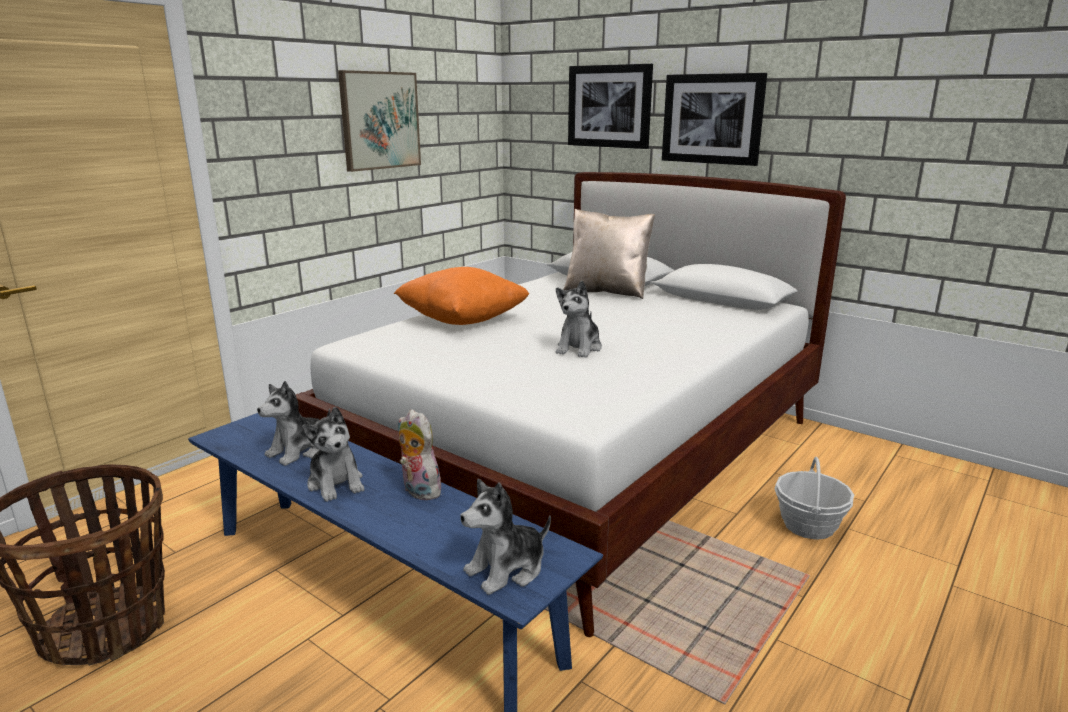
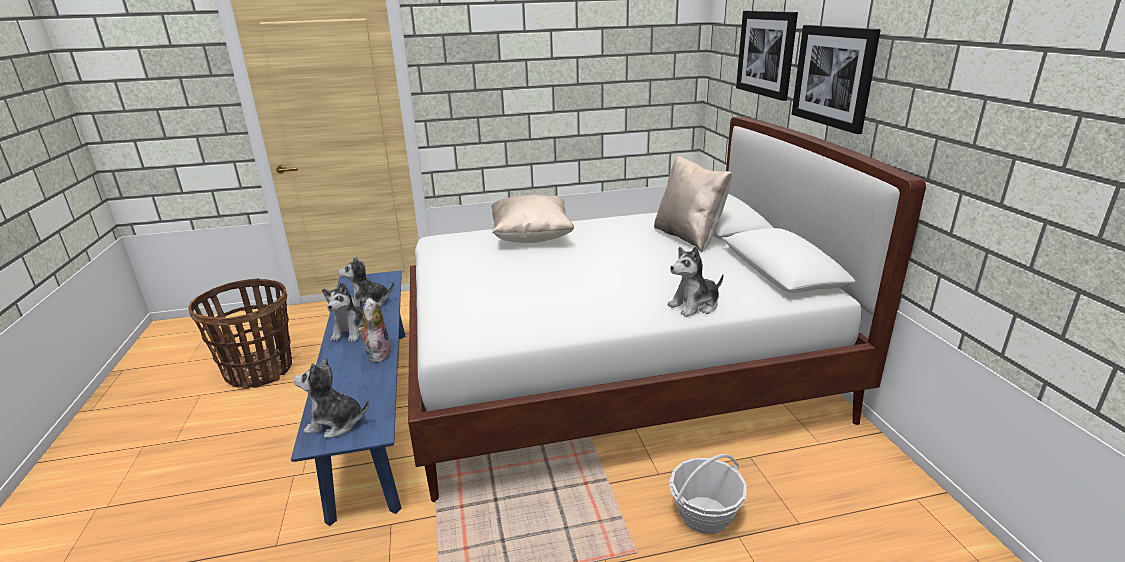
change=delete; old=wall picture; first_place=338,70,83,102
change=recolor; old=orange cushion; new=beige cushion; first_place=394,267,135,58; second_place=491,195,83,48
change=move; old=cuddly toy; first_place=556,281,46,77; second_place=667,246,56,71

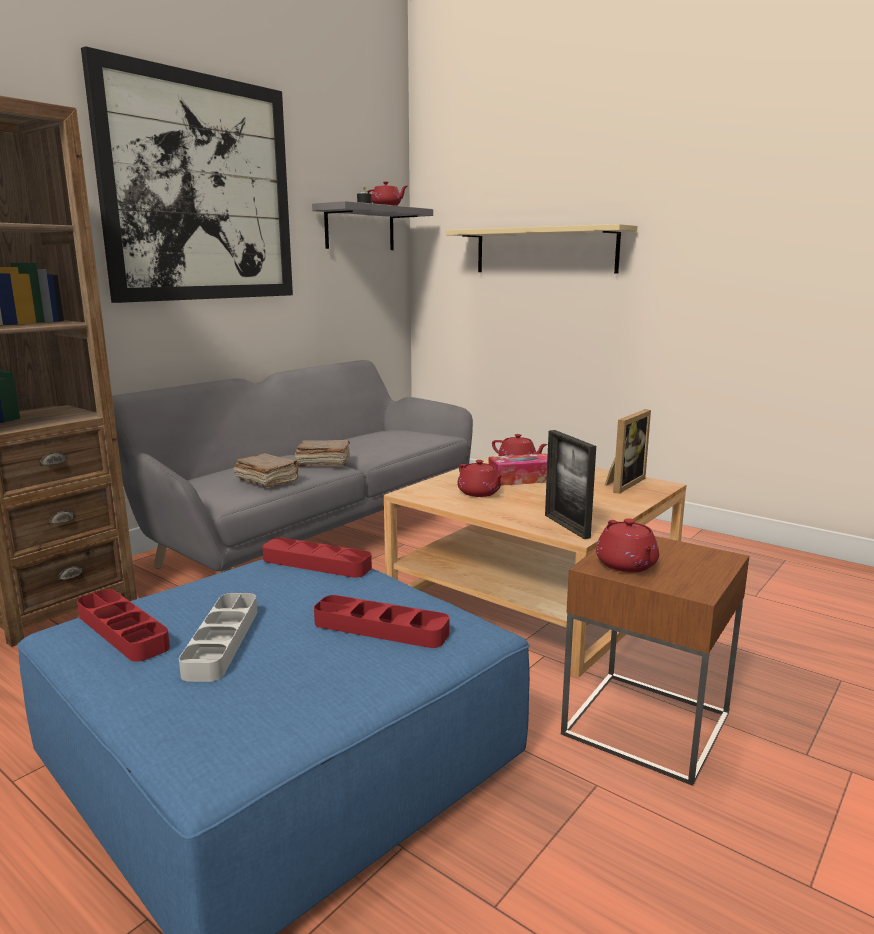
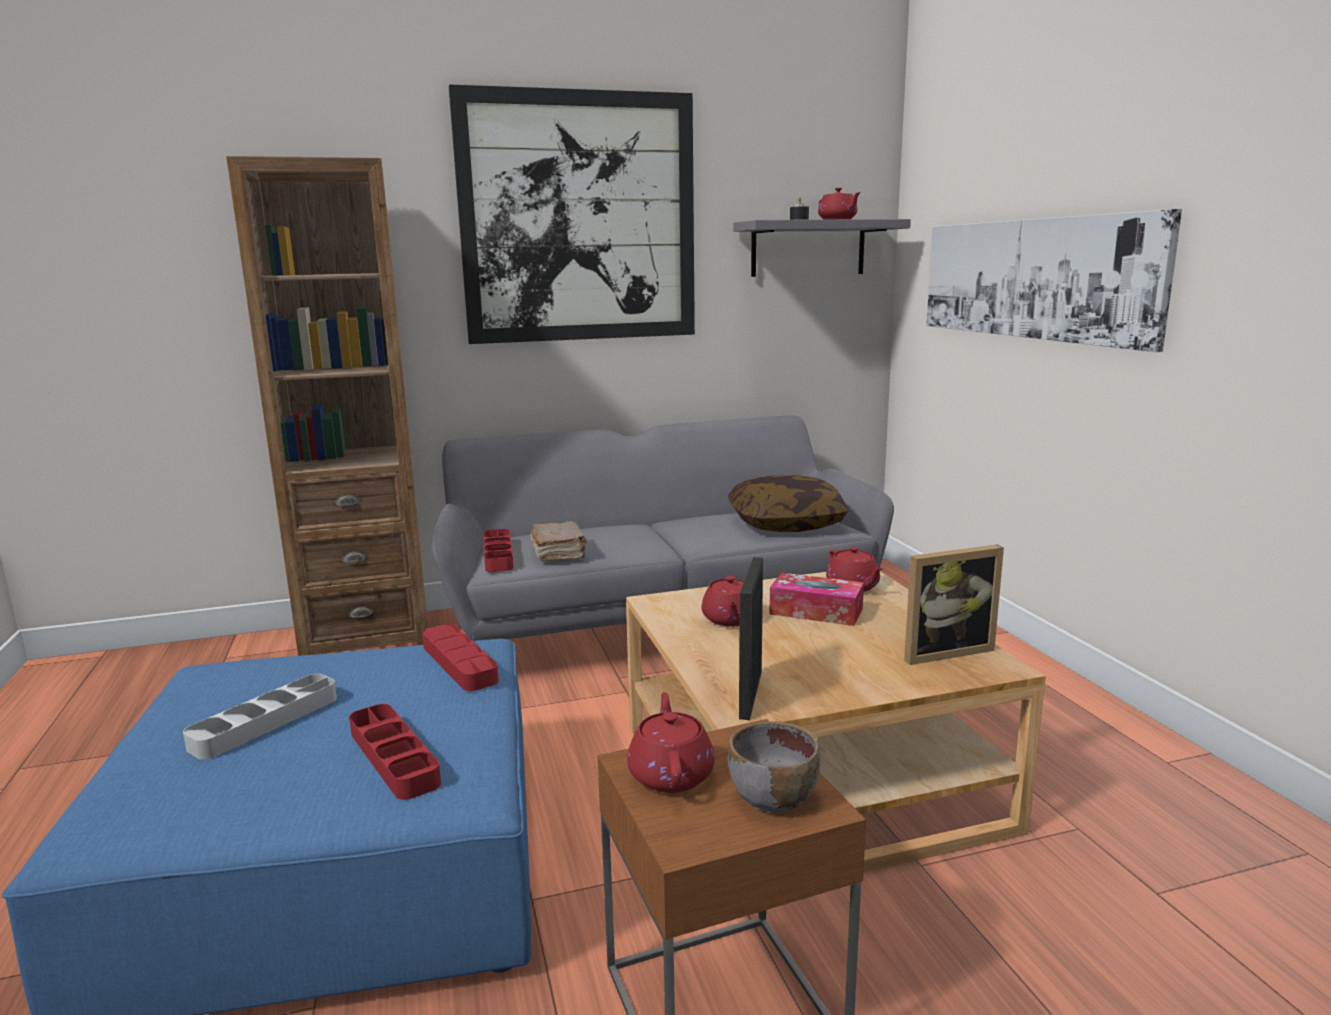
change=replace; old=beige wall shelf; new=wall picture; first_place=446,224,191,49; second_place=926,209,256,143
change=delete; old=brown book; first_place=295,440,55,27
change=rotate; old=red teapot; first_place=596,518,63,55; second_place=627,692,88,101; degrees=150
change=move; old=red serving tray; first_place=77,589,93,73; second_place=484,529,30,43
change=insert; new=cushion; second_place=728,475,121,57
change=insert; new=greyish bowl; second_place=728,721,92,92

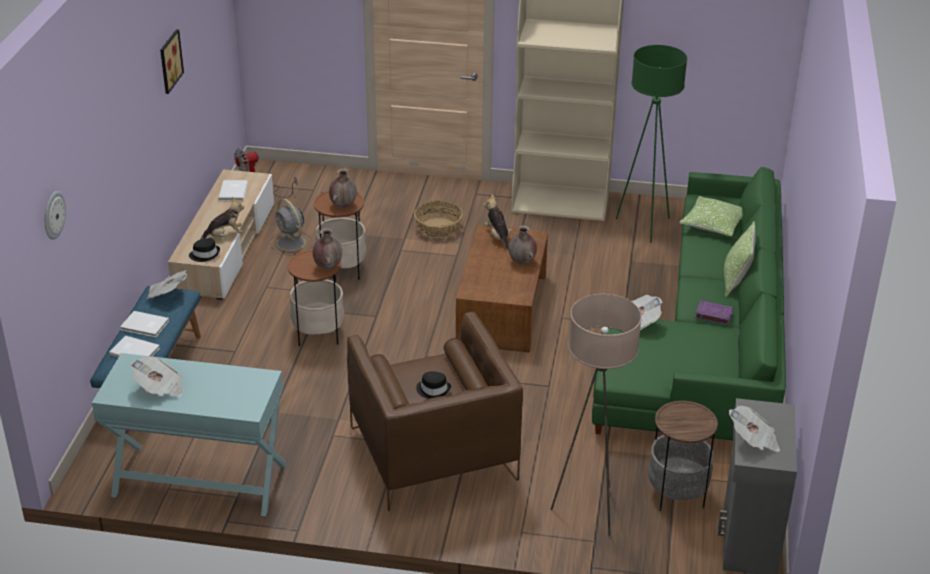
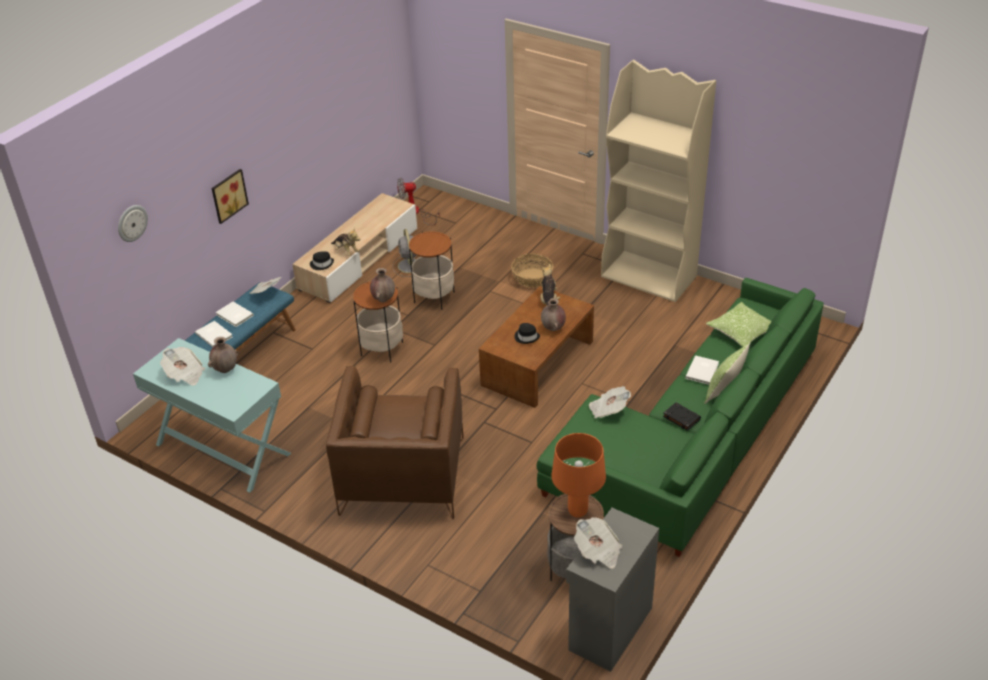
change=move; old=wall picture; first_place=160,29,24,65; second_place=212,169,37,55
change=delete; old=green standard lamp; first_place=616,45,71,198
change=move; old=brown decorative vase; first_place=329,169,28,39; second_place=208,337,30,36
change=move; old=white-coloured book; first_place=218,180,30,21; second_place=685,355,34,30
change=rotate; old=cuddly toy; first_place=200,198,44,42; second_place=331,228,29,28; degrees=45
change=delete; old=beige standard lamp; first_place=550,294,92,242
change=recolor; old=purple-coloured book; new=black book; first_place=695,301,38,24; second_place=663,402,38,29
change=move; old=black clothing hat; first_place=416,371,35,28; second_place=514,323,26,21
change=insert; new=orange table lamp; second_place=551,433,55,84

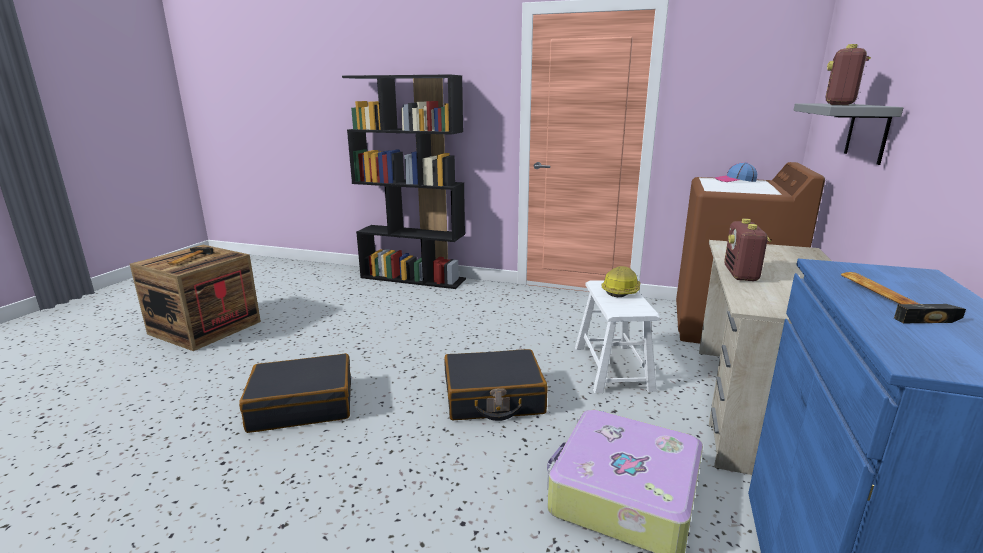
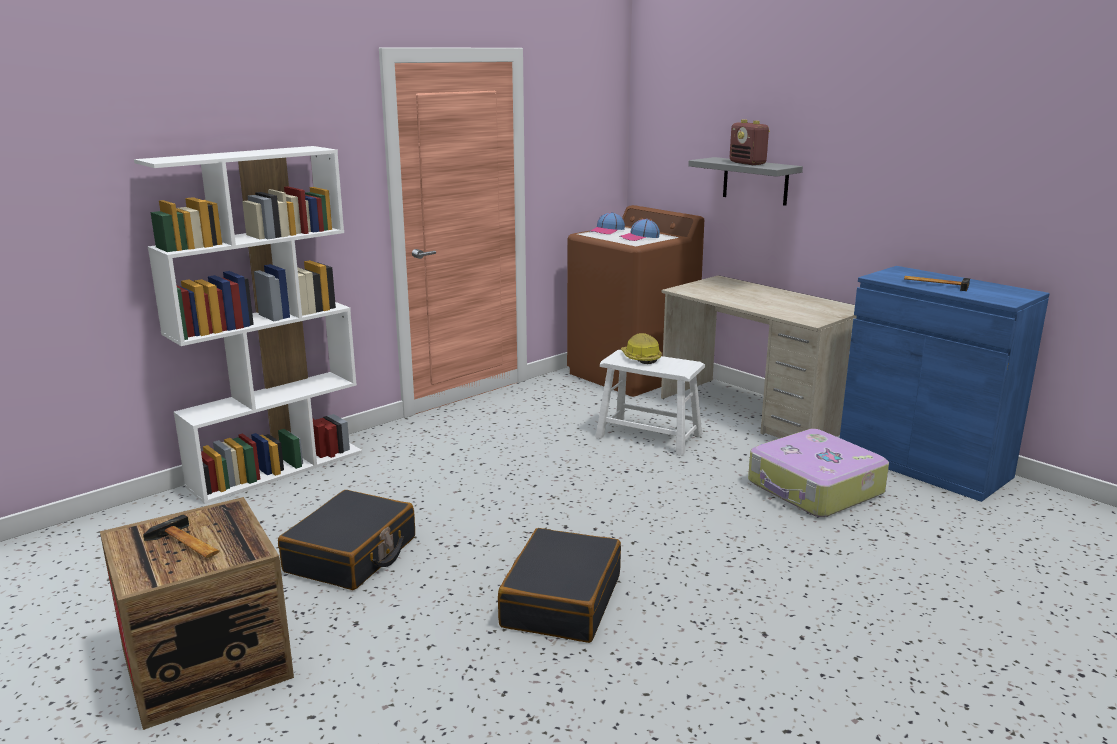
change=recolor; old=black bookcase; new=white-coloured bookcase; first_place=342,75,124,214; second_place=134,146,228,358
change=delete; old=radio receiver; first_place=724,218,47,63
change=move; old=black piece of luggage; first_place=445,349,103,72; second_place=278,490,137,100
change=insert; new=baseball cap; second_place=620,219,40,22

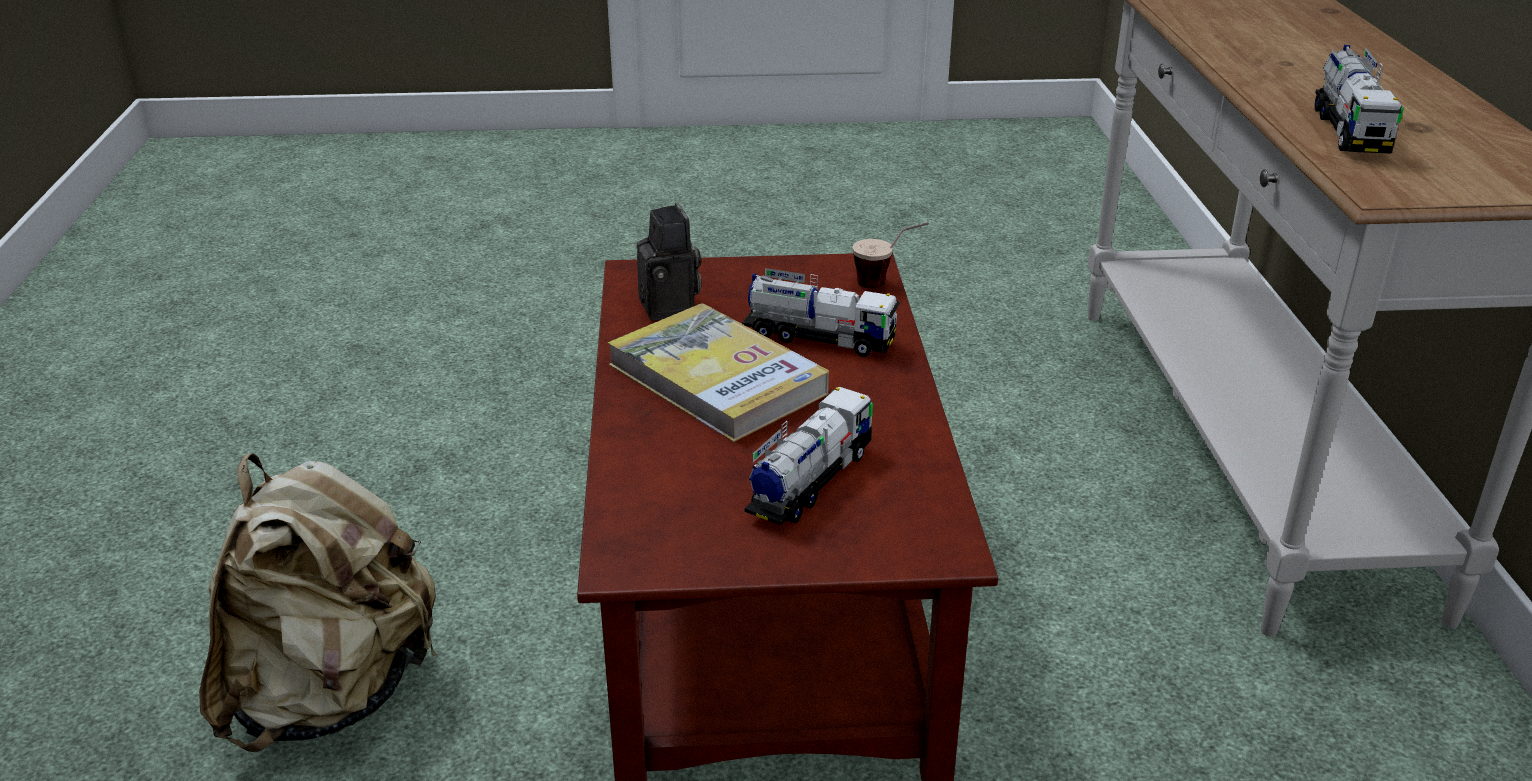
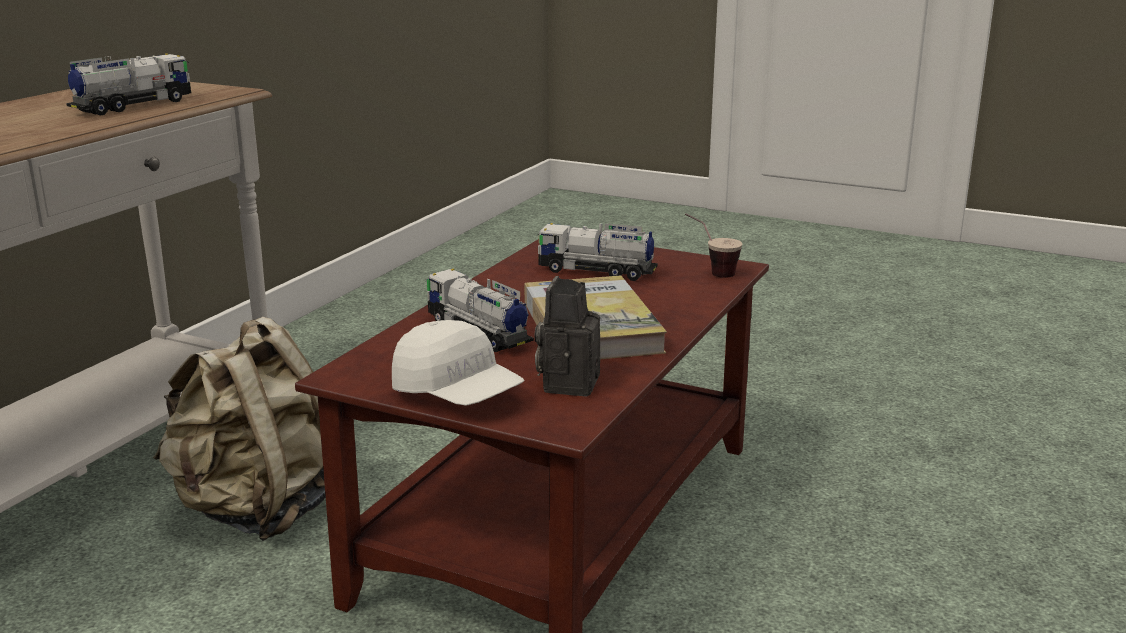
change=move; old=cup; first_place=852,222,77,66; second_place=685,213,57,65
change=rotate; old=model truck; first_place=745,387,128,138; second_place=537,223,121,58; degrees=45
change=move; old=beige rucksack; first_place=199,453,239,299; second_place=153,317,173,224
change=insert; new=white-coloured baseball cap; second_place=392,320,132,86

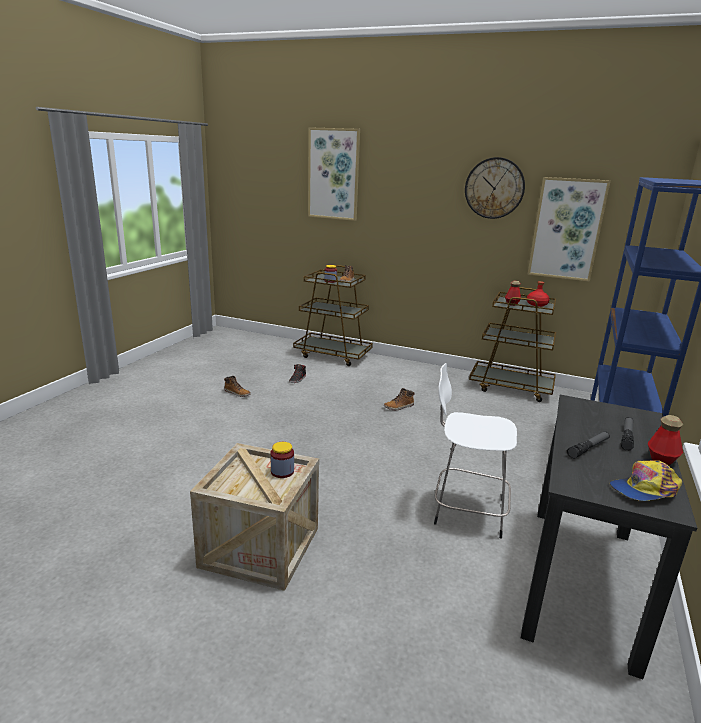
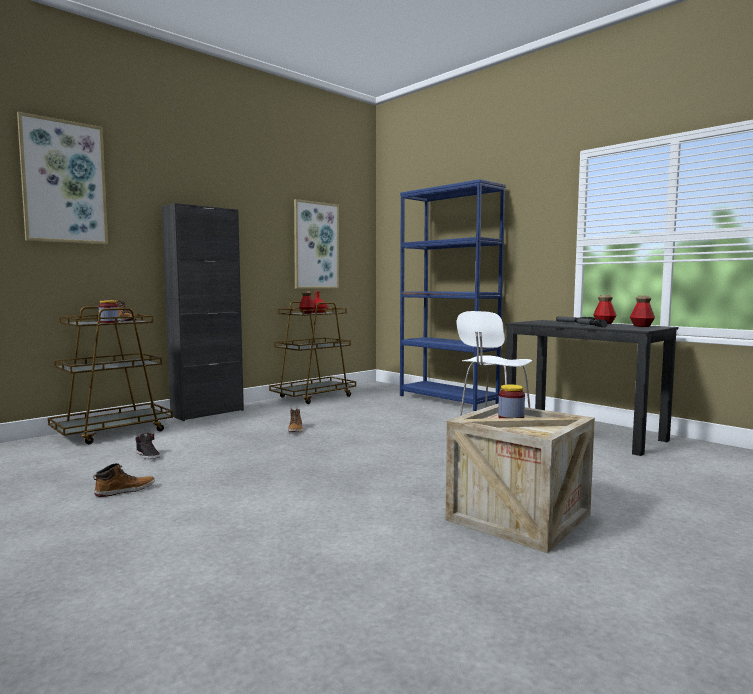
change=delete; old=clock on the wall; first_place=465,157,60,62
change=replace; old=baseball cap; new=drink bottle; first_place=610,460,72,41; second_place=630,296,25,31
change=insert; new=black cupboard; second_place=162,203,82,218

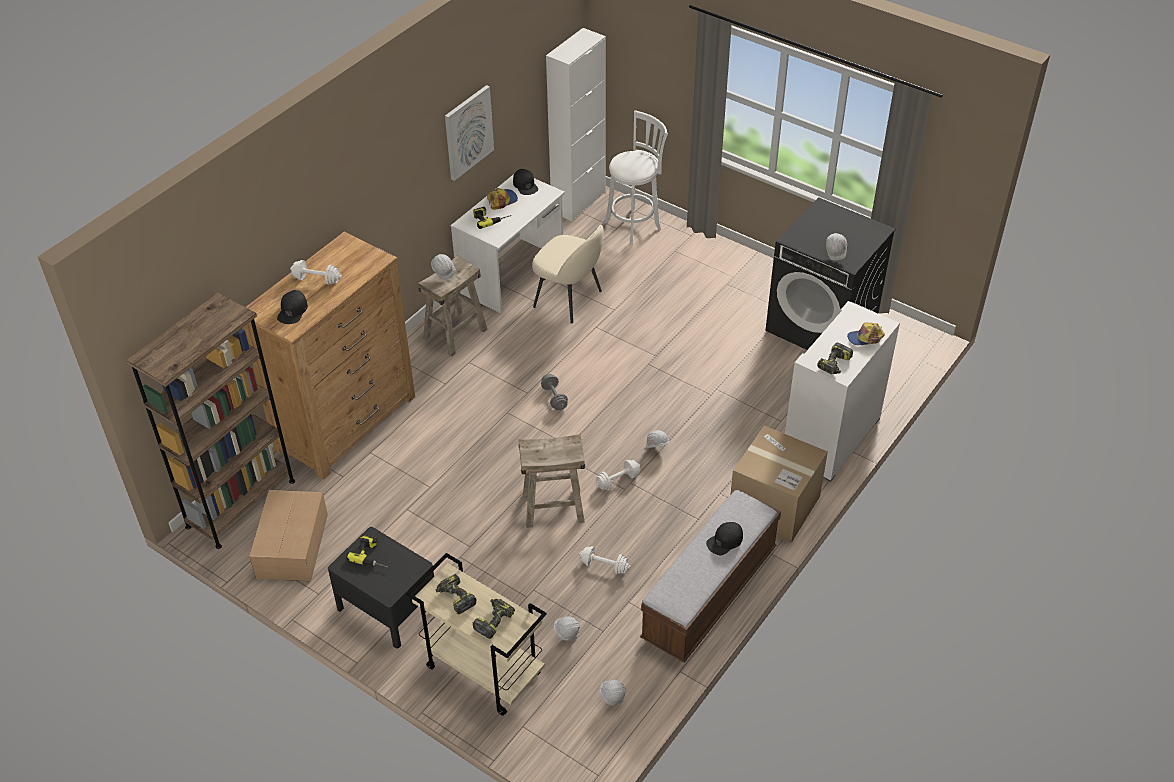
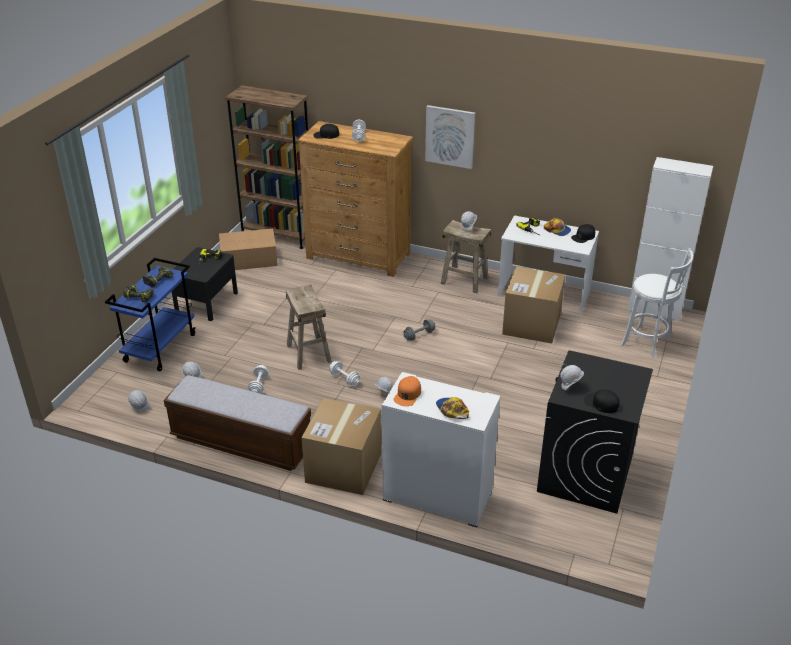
change=move; old=wall picture; first_place=445,85,49,96; second_place=425,105,50,64
change=replace; old=beige chair; new=cardboard box; first_place=532,225,72,99; second_place=502,266,64,77
change=replace; old=power drill; new=orange baseball cap; first_place=817,343,36,31; second_place=393,376,28,30
change=move; old=black baseball cap; first_place=706,522,37,33; second_place=584,389,36,24
change=recolor; old=beige cart; new=blue-coloured cart; first_place=406,553,141,163; second_place=105,258,90,113

